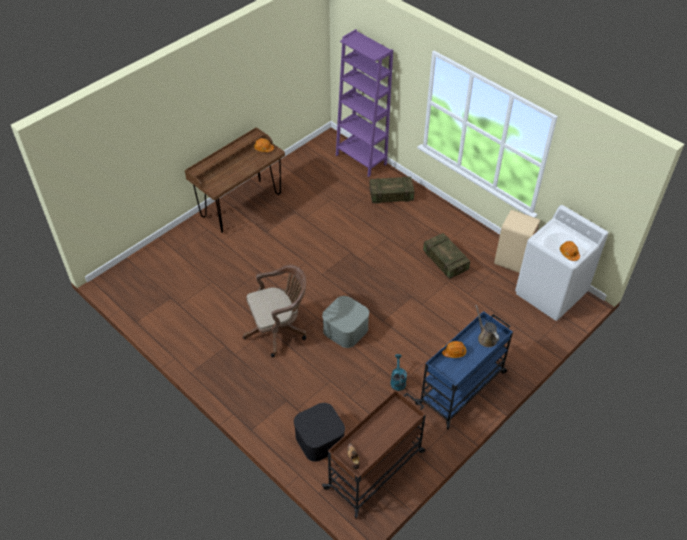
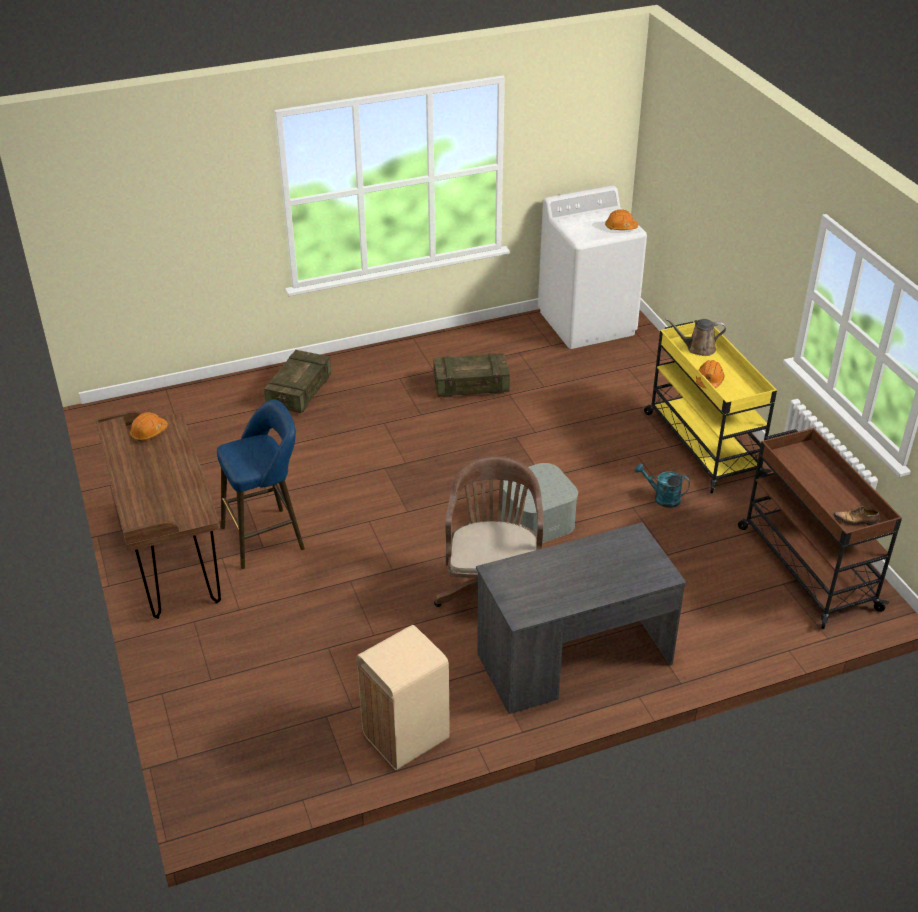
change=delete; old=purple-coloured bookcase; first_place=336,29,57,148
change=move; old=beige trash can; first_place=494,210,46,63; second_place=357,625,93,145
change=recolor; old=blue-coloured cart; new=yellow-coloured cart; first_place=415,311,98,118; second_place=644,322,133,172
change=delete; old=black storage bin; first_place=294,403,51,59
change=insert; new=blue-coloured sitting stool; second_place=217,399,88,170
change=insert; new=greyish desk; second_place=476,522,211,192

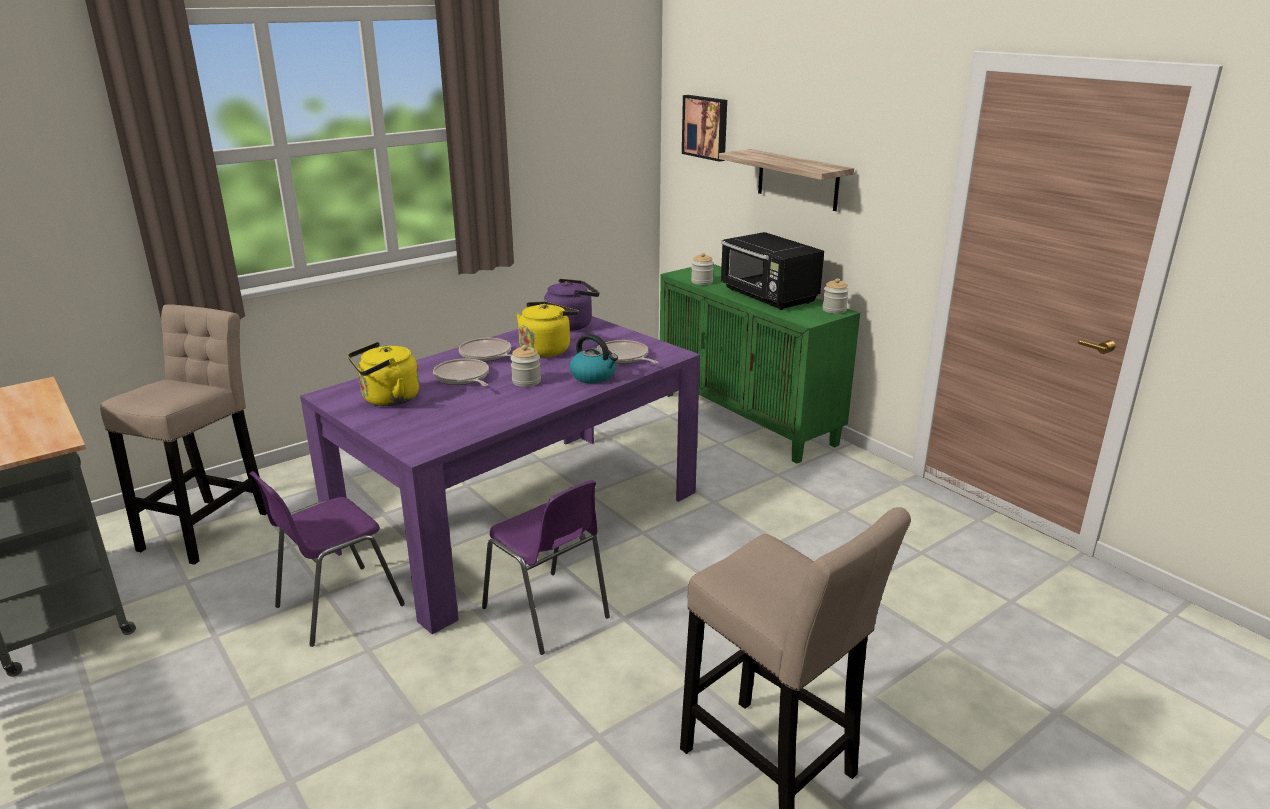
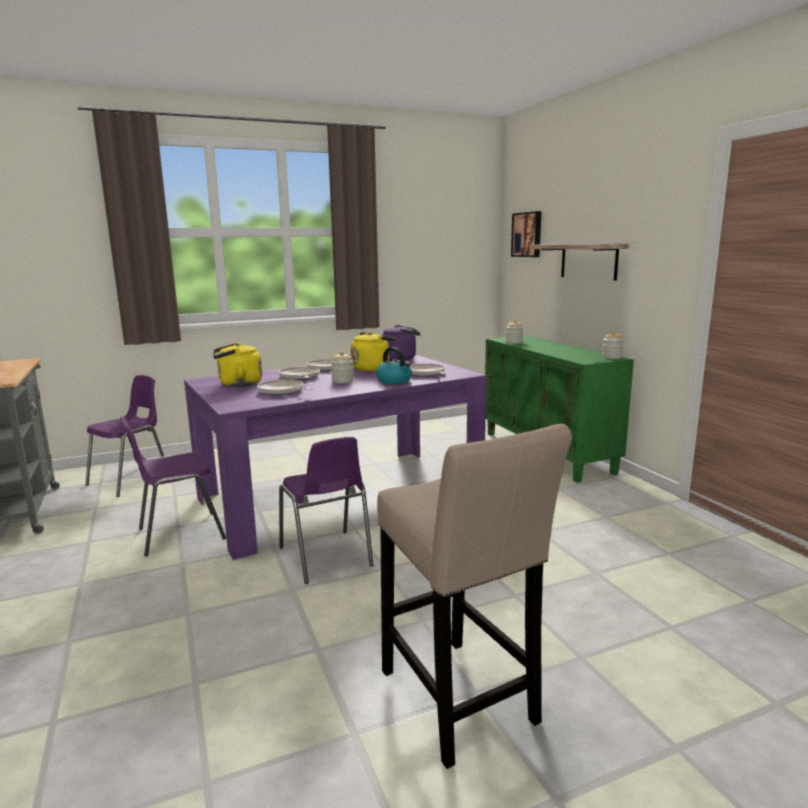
change=delete; old=black microwave; first_place=720,232,104,78
change=replace; old=beige sitting stool; new=purple-coloured chair; first_place=100,304,167,261; second_place=86,375,78,122
change=insert; new=pan; second_place=257,379,56,16

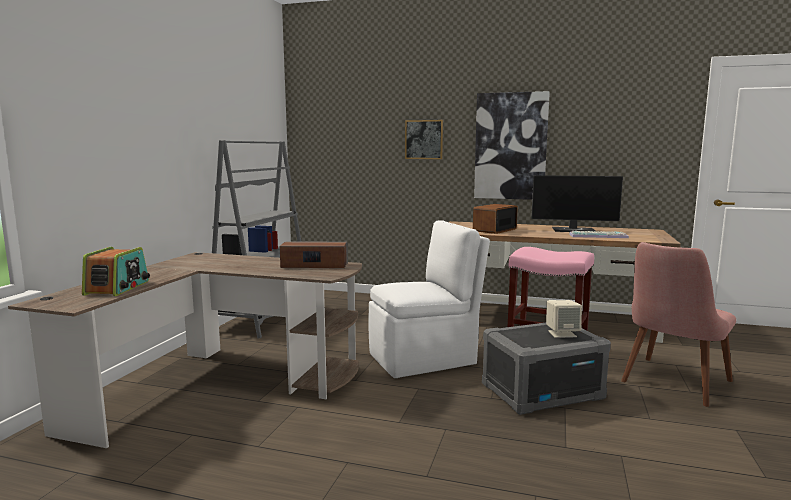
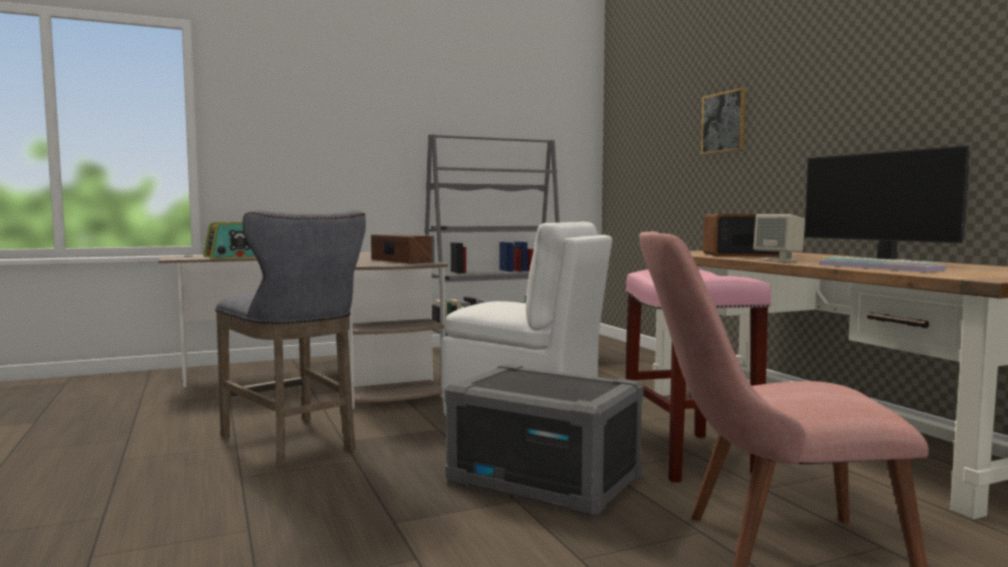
change=delete; old=wall picture; first_place=474,91,76,109
change=move; old=beige loudspeaker; first_place=546,300,36,38; second_place=753,214,52,48
change=insert; new=greyish sitting stool; second_place=215,210,151,259

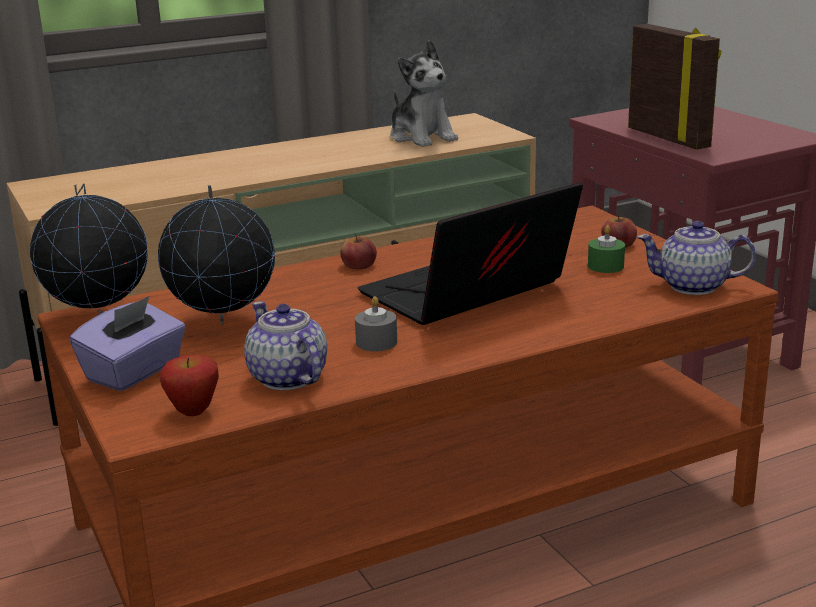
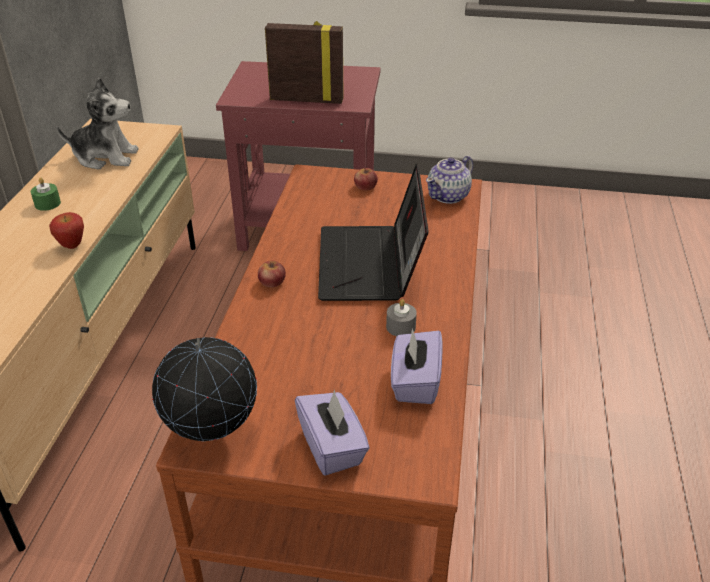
change=delete; old=desk globe; first_place=158,185,117,141
change=move; old=green wax candle; first_place=588,225,37,48; second_place=31,177,30,34
change=replace; old=teapot; new=purple-coloured tissue box; first_place=244,301,83,89; second_place=391,328,51,76
change=move; old=whole apple; first_place=160,355,59,61; second_place=49,212,35,37

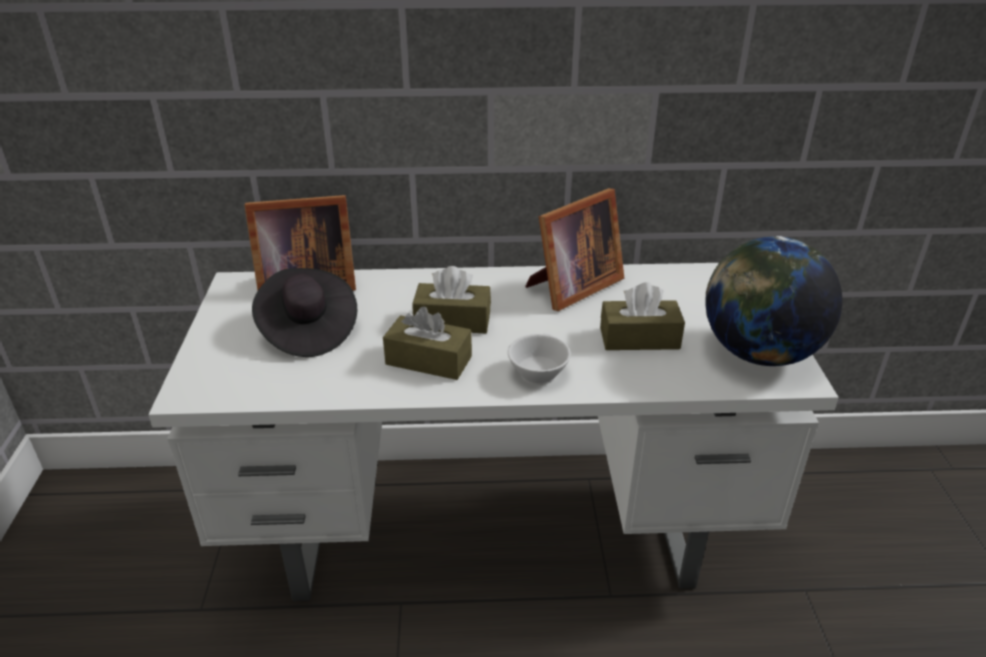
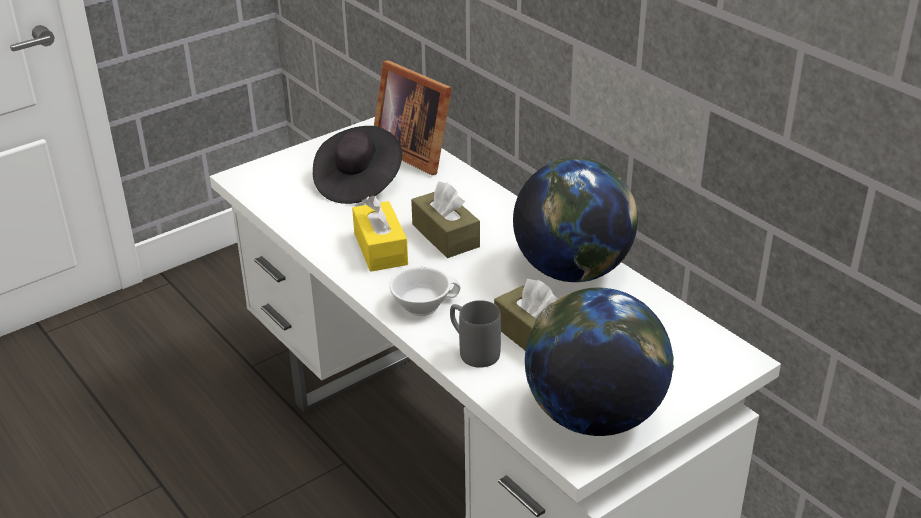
change=replace; old=photo frame; new=desk globe; first_place=525,188,99,123; second_place=513,158,125,124
change=recolor; old=brown tissue box; new=yellow-coloured tissue box; first_place=383,307,89,73; second_place=352,196,56,76
change=insert; new=greyish mug; second_place=450,300,51,68

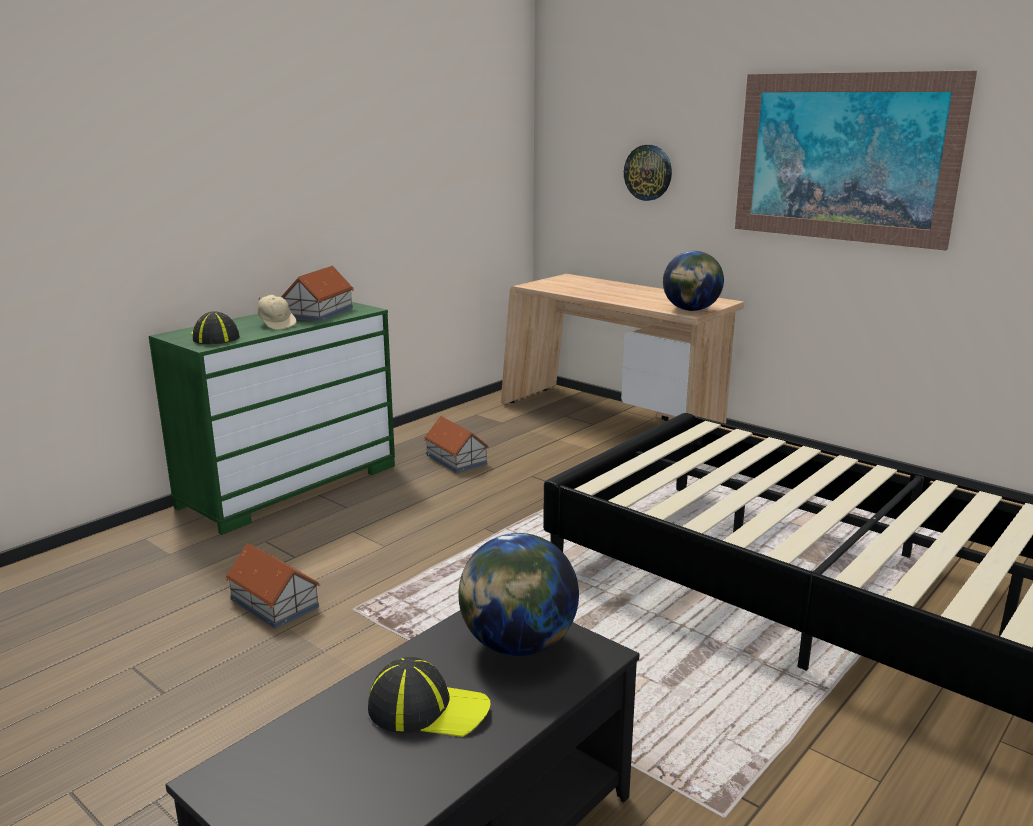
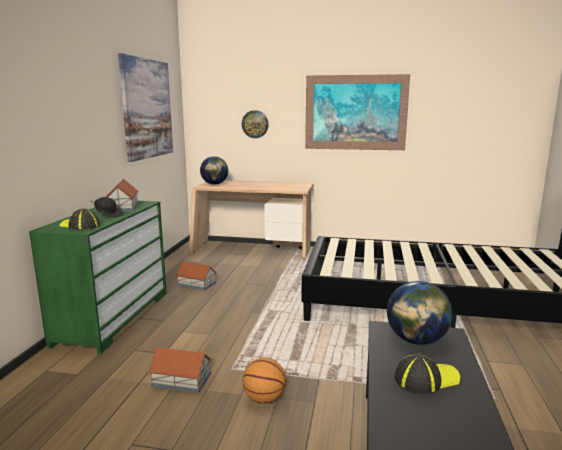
change=move; old=desk globe; first_place=663,251,61,60; second_place=200,156,28,29
change=recolor; old=beige baseball cap; new=black baseball cap; first_place=258,295,39,35; second_place=90,197,33,21
change=insert; new=wall picture; second_place=118,53,55,109
change=insert; new=basketball ball; second_place=243,358,43,46

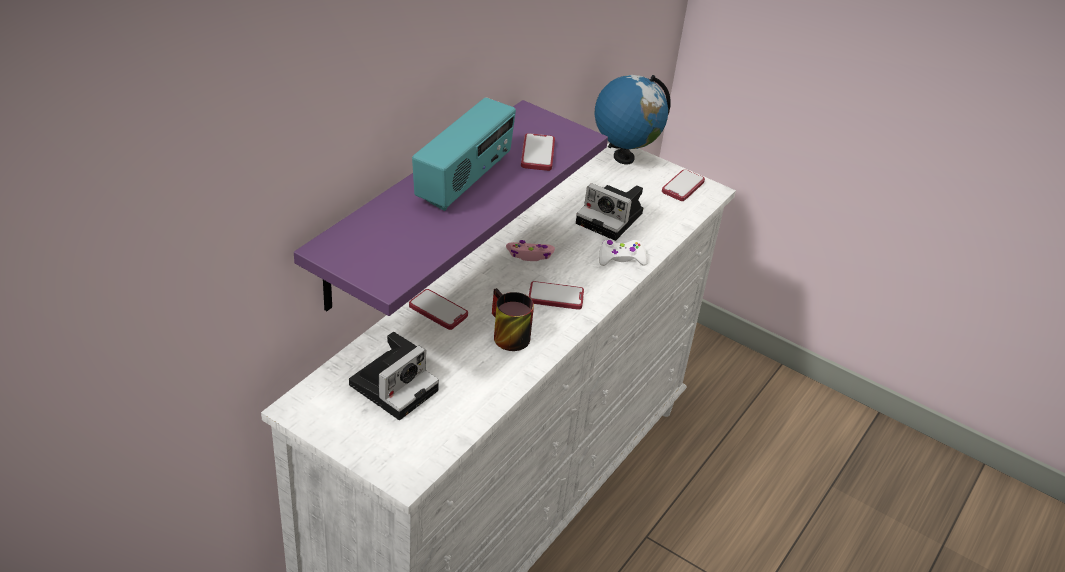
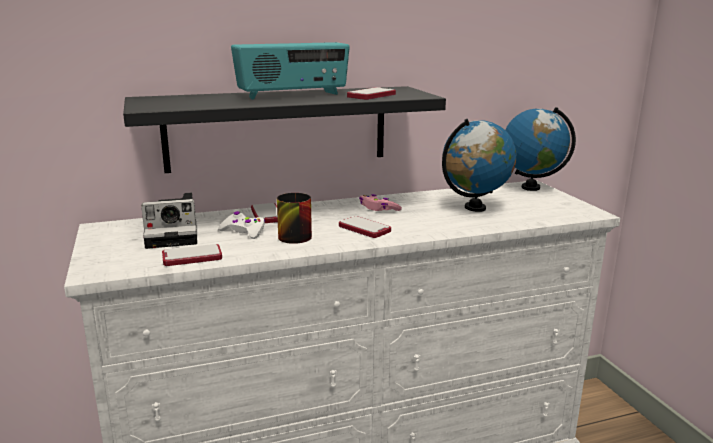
change=recolor; old=purple-coloured wall shelf; new=black wall shelf; first_place=294,100,314,216; second_place=123,86,323,87
change=move; old=telephone; first_place=662,169,43,32; second_place=162,244,60,22
change=replace; old=still camera; new=desk globe; first_place=576,183,67,58; second_place=442,119,74,93
change=move; old=white-coloured game controller; first_place=599,240,49,26; second_place=218,211,47,28

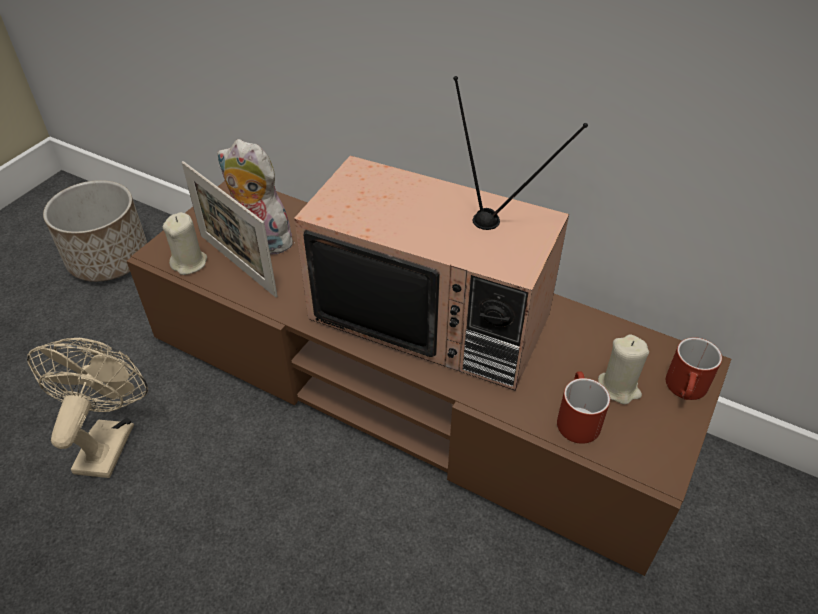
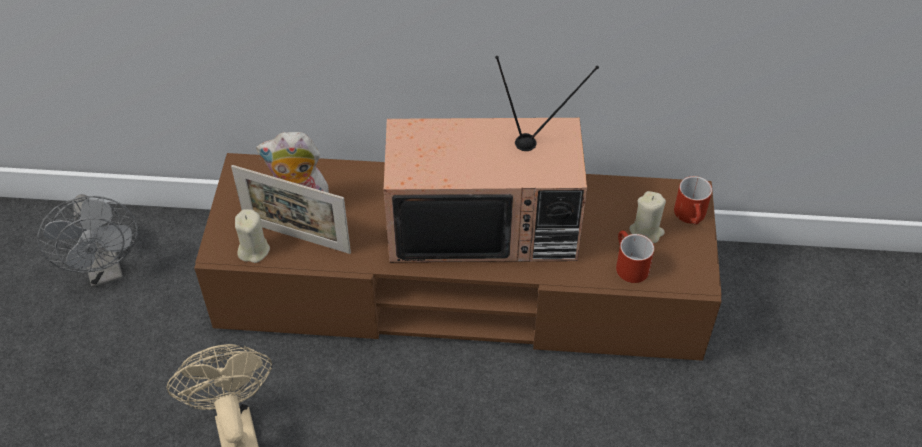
change=replace; old=flower pot; new=greyish cooling fan; first_place=43,180,104,102; second_place=37,194,101,94

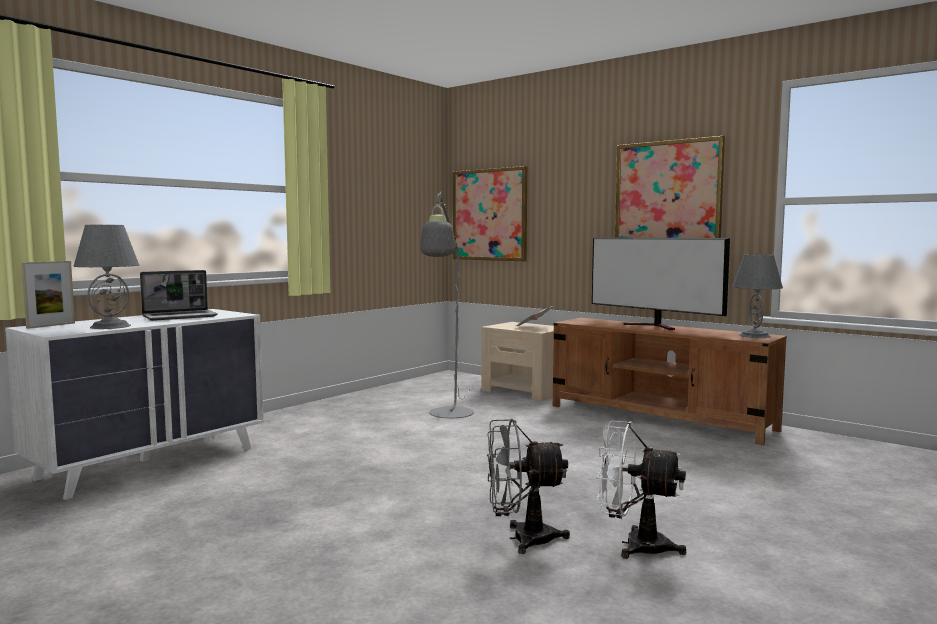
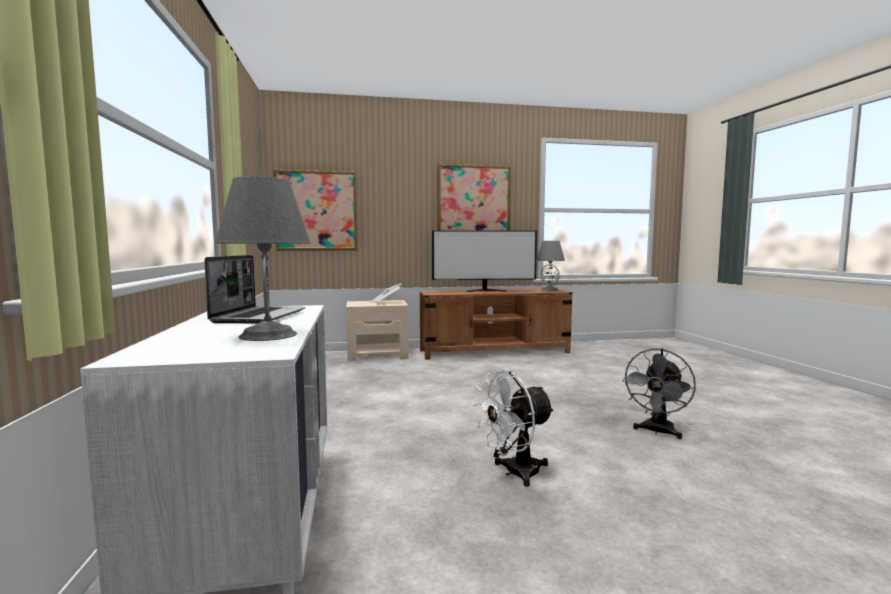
change=delete; old=greyish standard lamp; first_place=420,191,54,227
change=delete; old=photo frame; first_place=21,261,54,68
change=move; old=white-coloured cooling fan; first_place=596,420,90,139; second_place=473,371,82,116

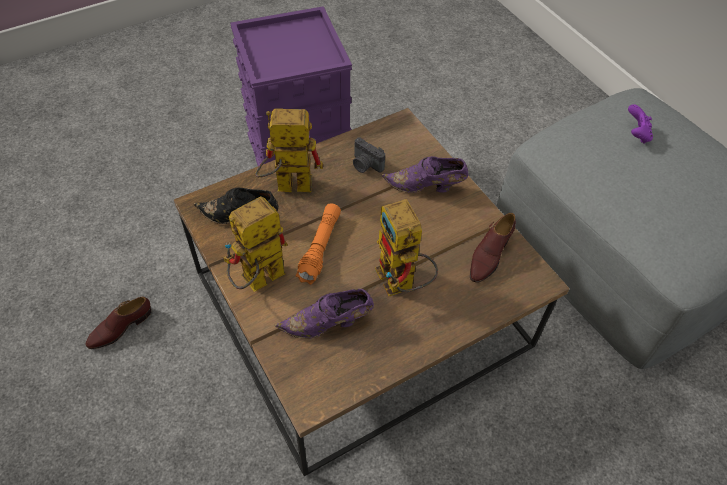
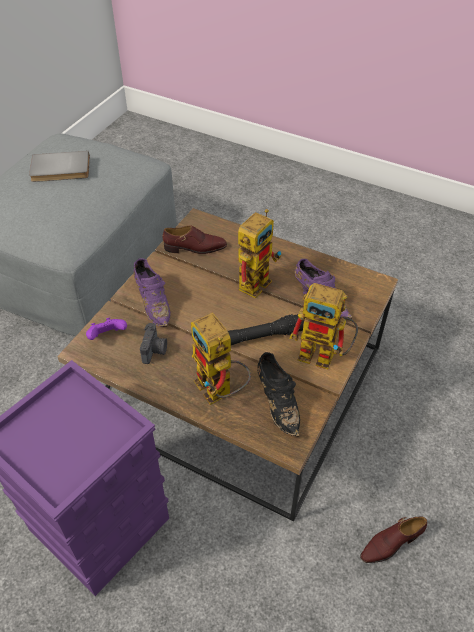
change=move; old=purple-coloured game controller; first_place=628,104,25,40; second_place=86,317,41,23
change=recolor; old=orange flashlight; new=black flashlight; first_place=296,203,45,82; second_place=228,314,76,31
change=rotate; old=brown shoe; first_place=85,297,66,52; second_place=360,517,67,46; degrees=135
change=insert; new=greyish book; second_place=29,151,61,31

